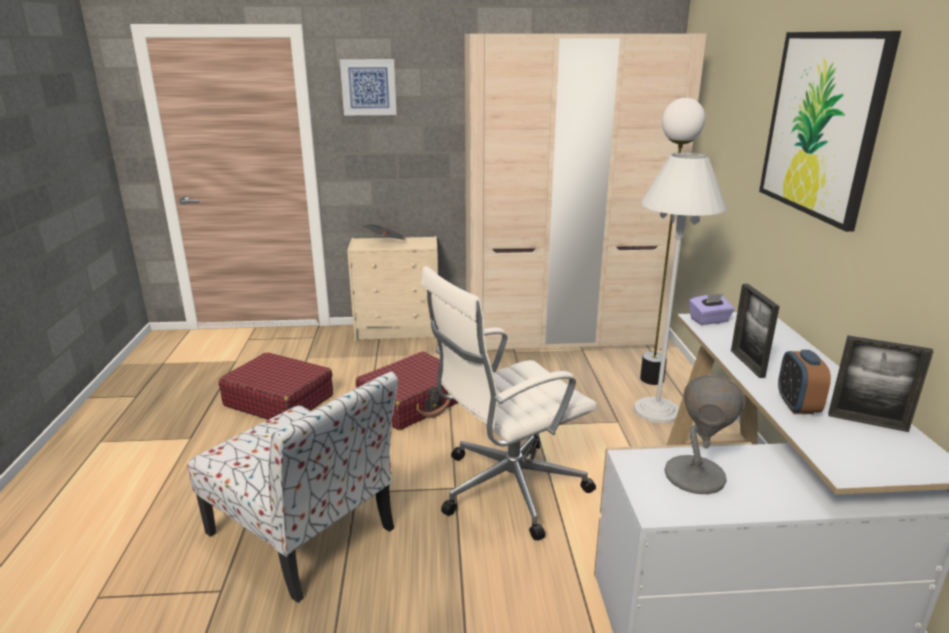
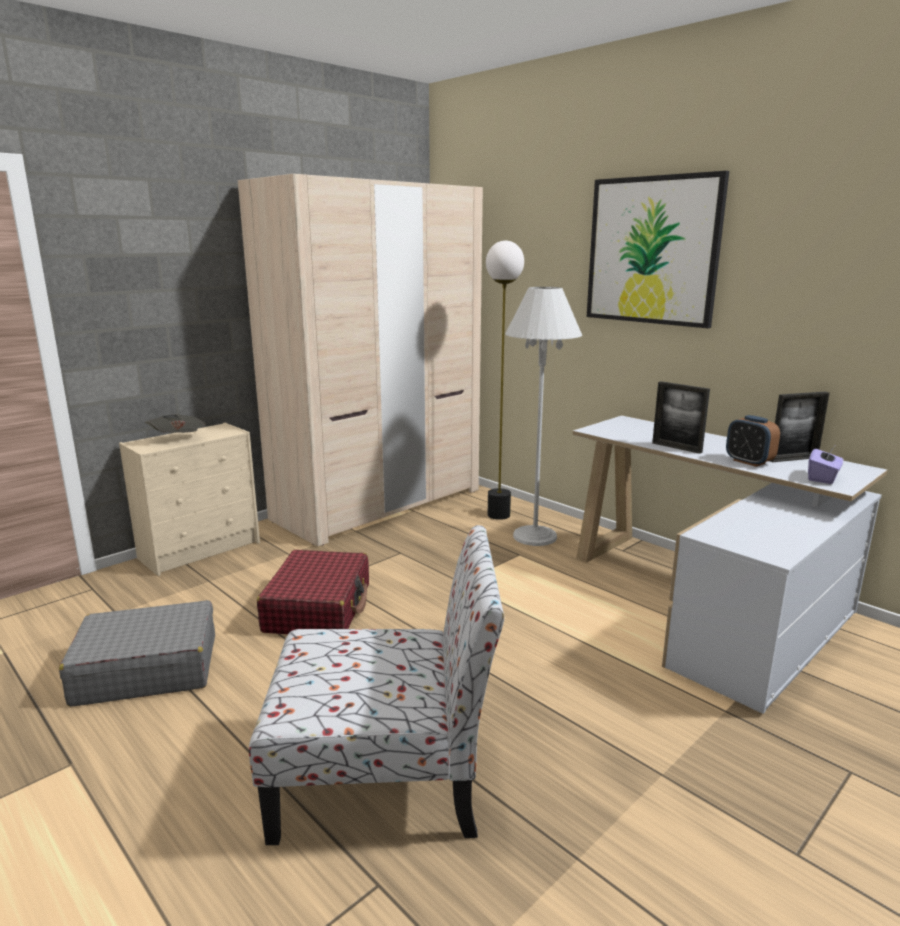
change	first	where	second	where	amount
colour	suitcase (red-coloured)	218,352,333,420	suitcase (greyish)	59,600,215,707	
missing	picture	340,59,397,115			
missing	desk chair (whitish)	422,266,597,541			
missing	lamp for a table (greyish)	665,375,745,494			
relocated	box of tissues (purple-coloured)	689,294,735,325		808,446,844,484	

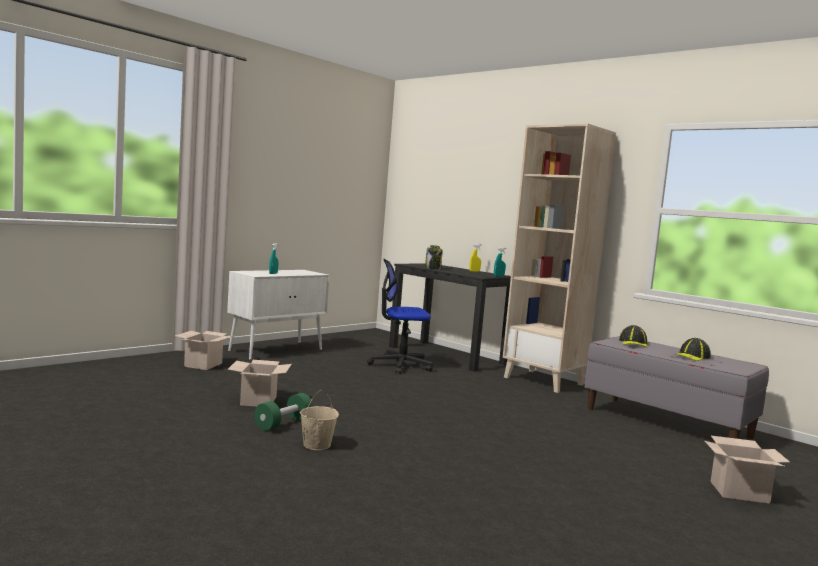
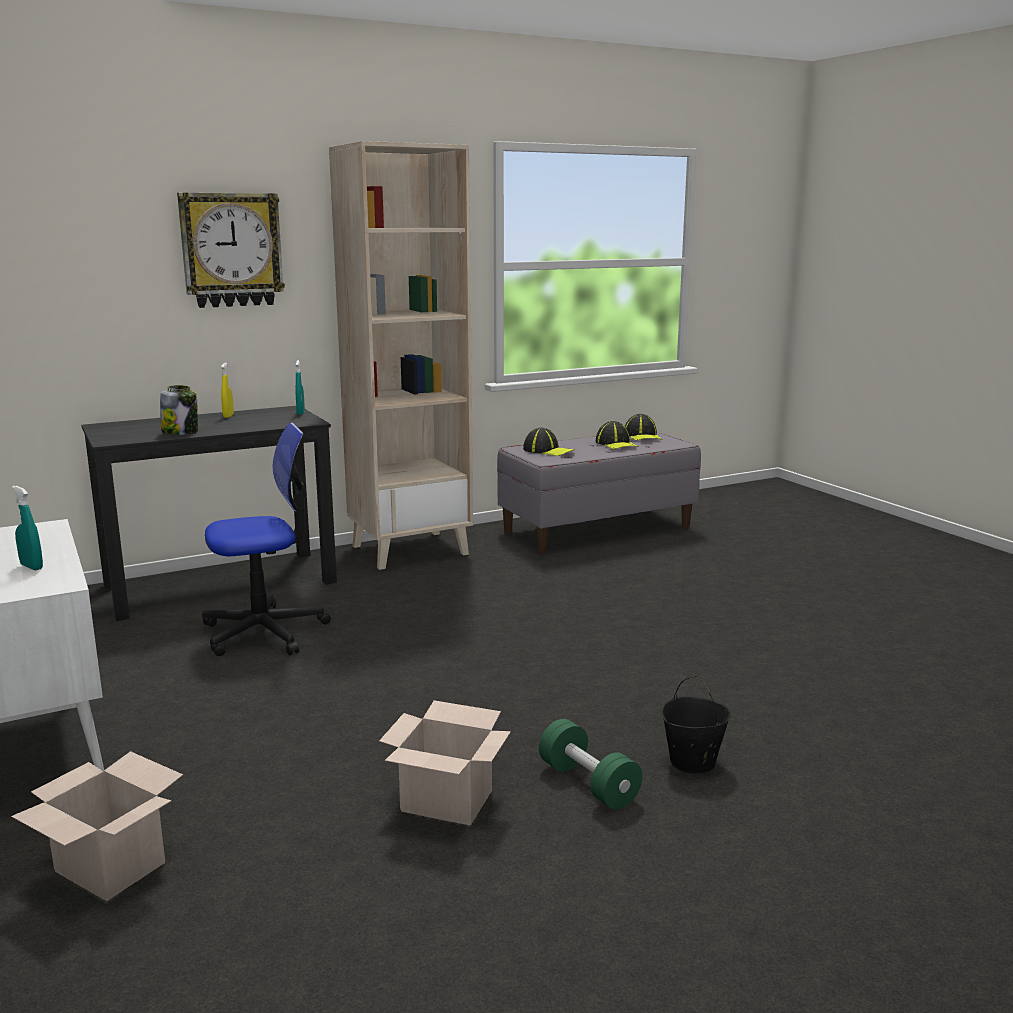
change	first	where	second	where	amount
colour	bucket (sand-coloured)	300,390,339,450	bucket (blackish)	662,676,731,774	
spun	desk chair	367,259,433,374		202,423,331,656	120 degrees counterclockwise
missing	cardboard box	705,436,790,504			
appeared			hanging clock	177,193,285,308	
appeared			peaked cap	625,414,663,441	

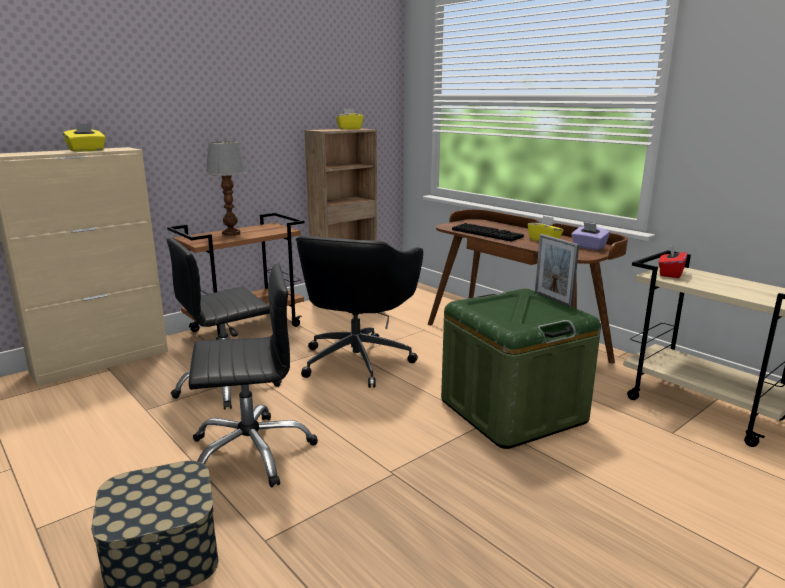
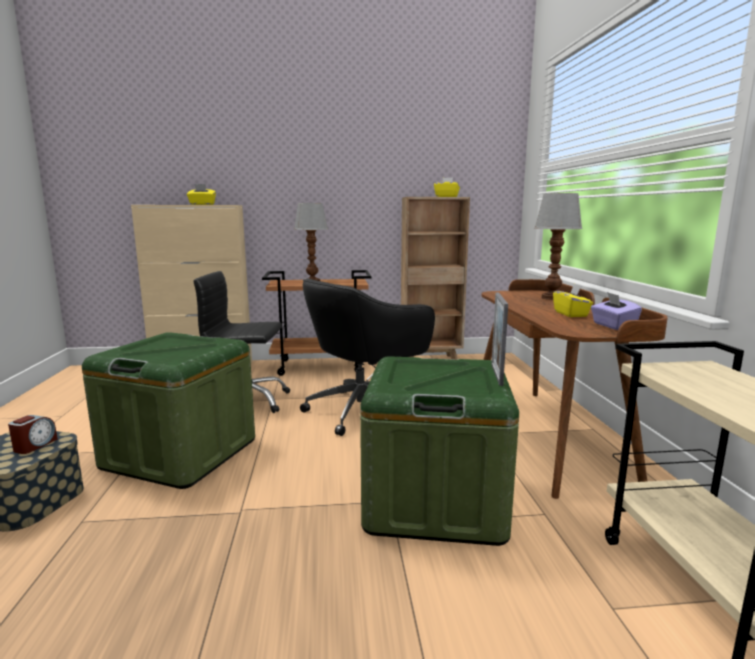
change	first	where	second	where	amount
exchanged	desk chair (blackish)	189,264,318,488	storage box (green-coloured)	82,332,255,489	
missing	PC keyboard	452,223,524,242			
missing	box of tissues (red-coloured)	659,244,688,278			
appeared			alarm clock	8,415,57,454	
appeared			lamp for a table	535,193,582,300	

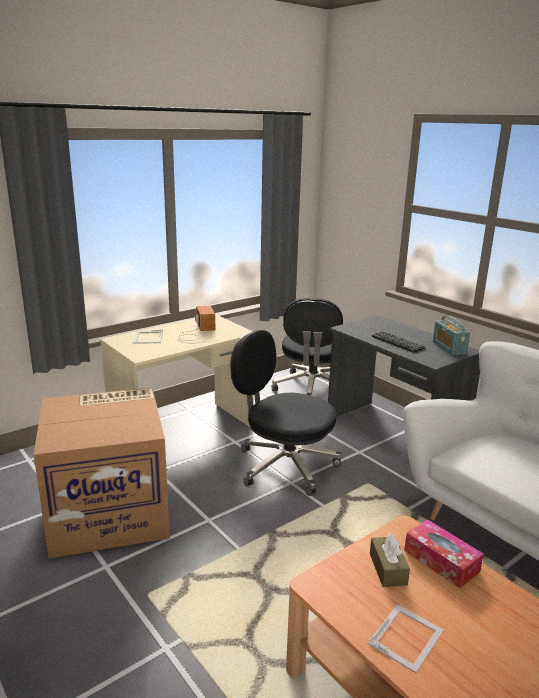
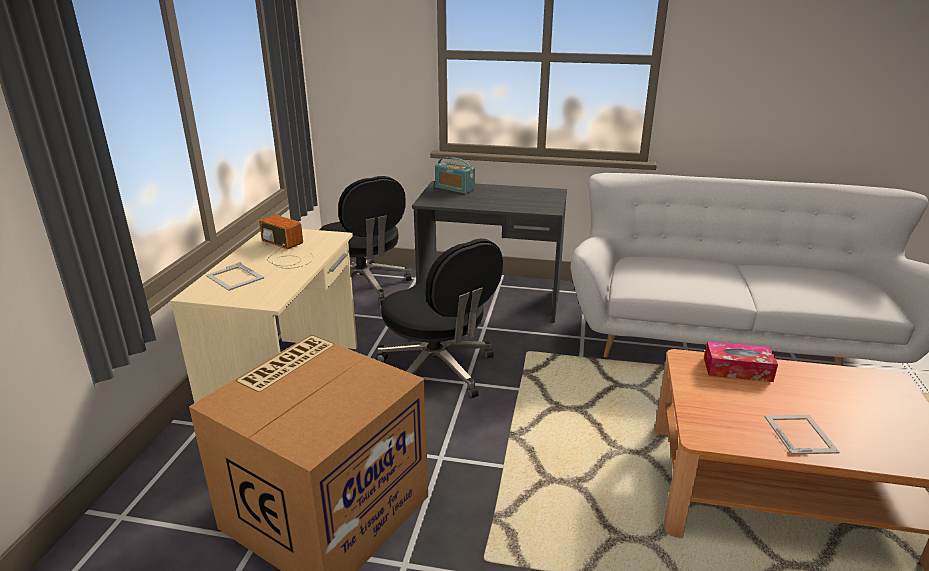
change	first	where	second	where	amount
spun	desk chair (blackish)	230,330,342,496		377,238,503,398	120 degrees counterclockwise
missing	box of tissues (brownish)	370,533,410,587			
missing	PC keyboard	372,331,425,353			
relocated	radio	433,316,470,355		435,157,475,194	

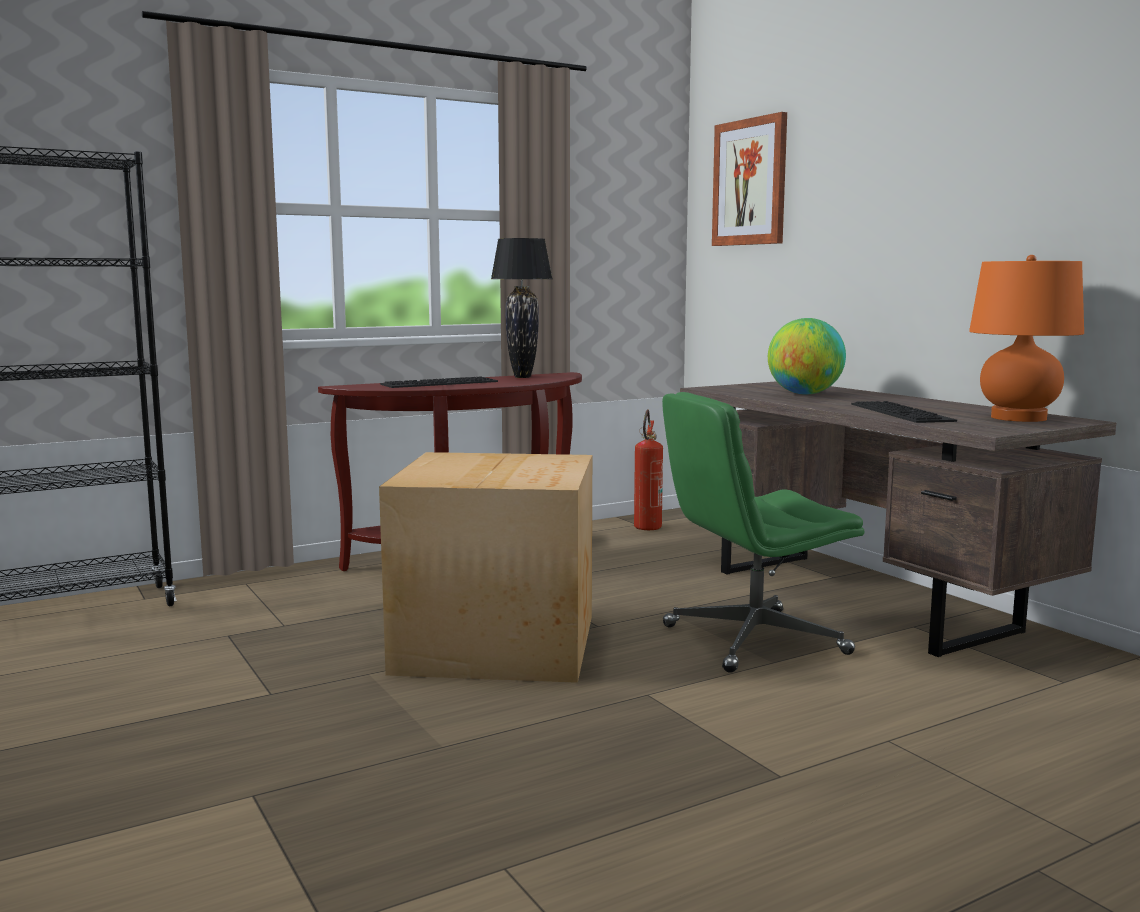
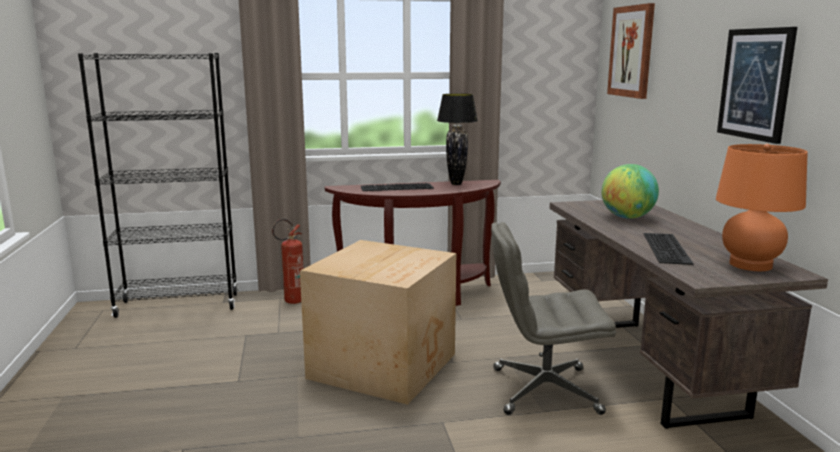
change	first	where	second	where	amount
relocated	fire extinguisher	634,409,663,530		272,219,303,304	
colour	desk chair (green-coloured)	662,392,864,673	desk chair (greyish)	491,222,616,415	
appeared			picture	717,27,797,144	

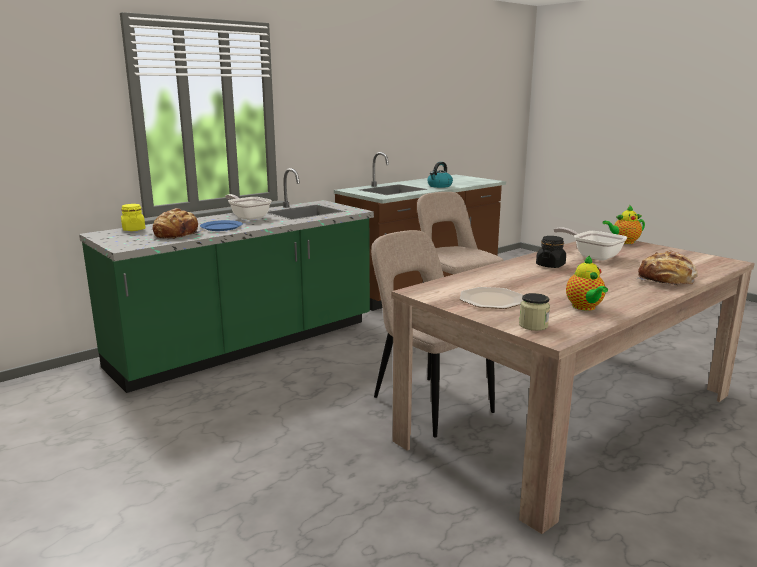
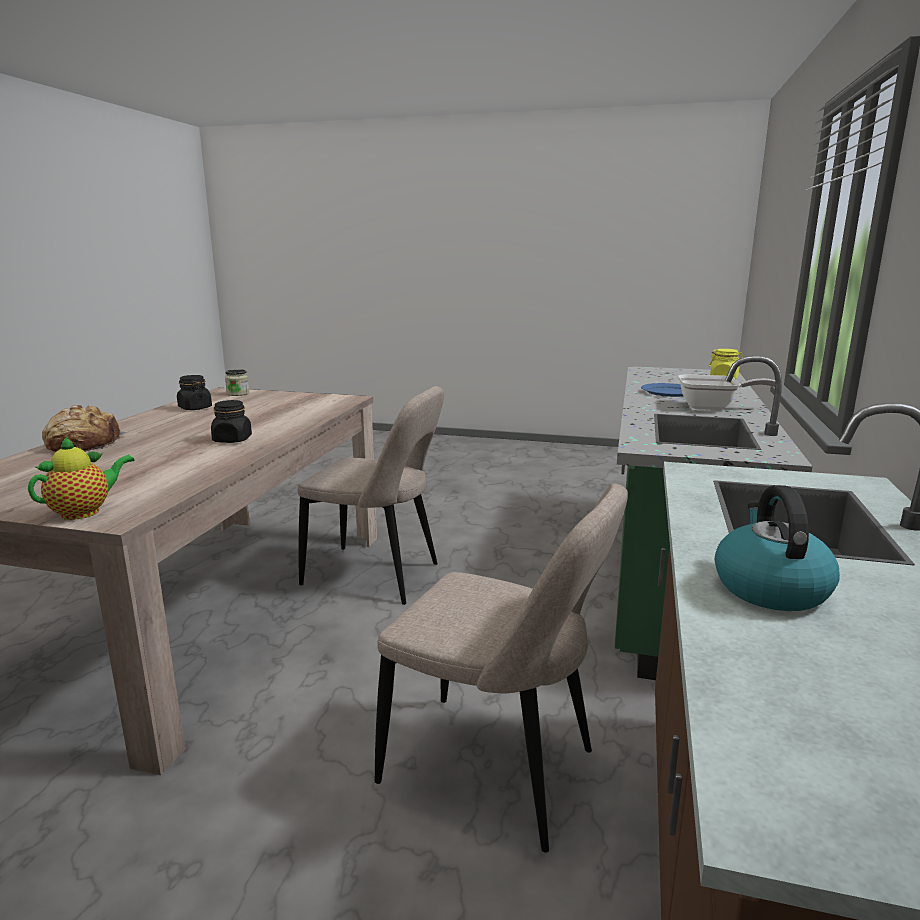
change	first	where	second	where	amount
missing	bread	153,208,204,239			
missing	dinner plate	460,287,523,309			
missing	frying pan	553,227,627,261			
exchanged	teapot	566,255,608,311	preserve jar (blackish)	177,375,212,410	

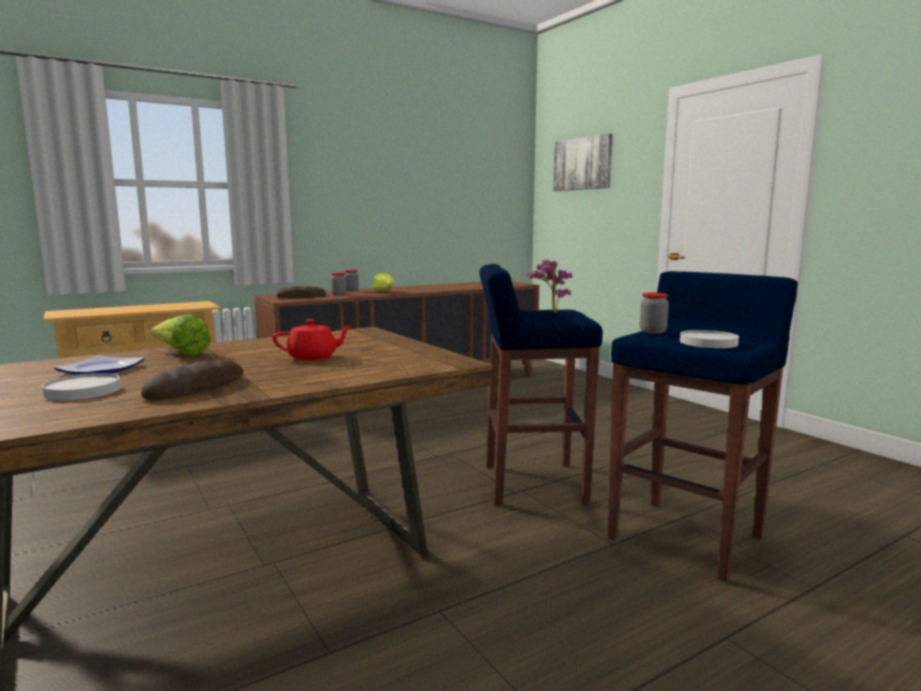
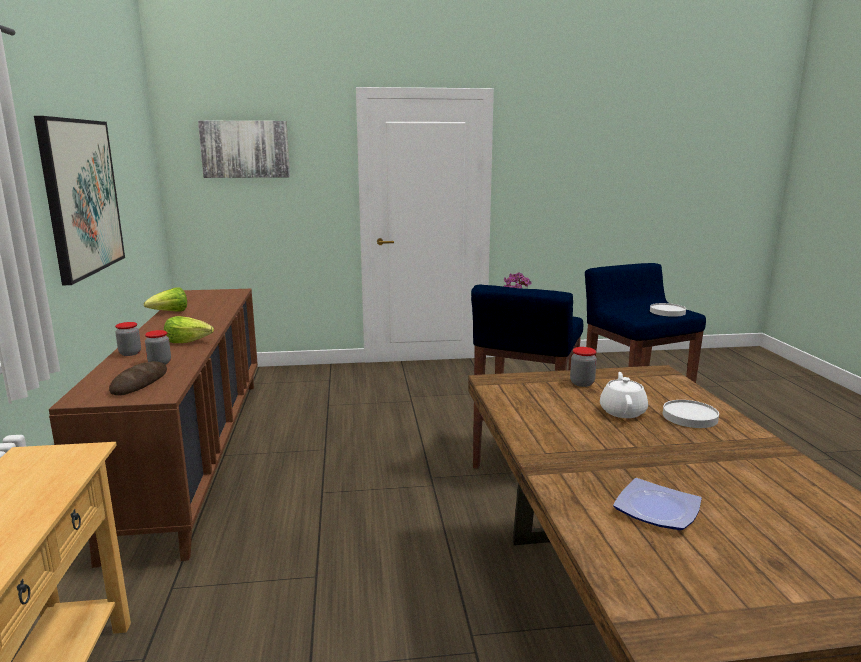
change	first	where	second	where	amount
relocated	dinner plate (whitish)	42,373,121,401		663,400,719,428	
missing	bread	141,360,243,400			
relocated	lettuce head	150,314,211,355		144,287,187,312	
colour	teapot (red-coloured)	273,319,352,360	teapot (whitish)	600,372,648,418	
relocated	preserve jar	640,292,669,334		570,347,597,387	
appeared			picture	34,116,125,285	

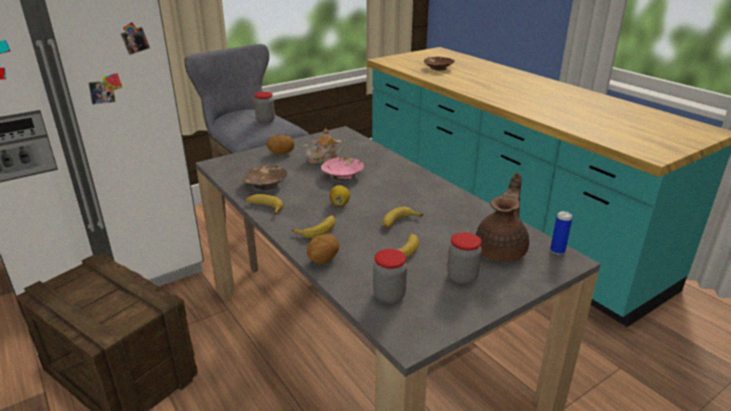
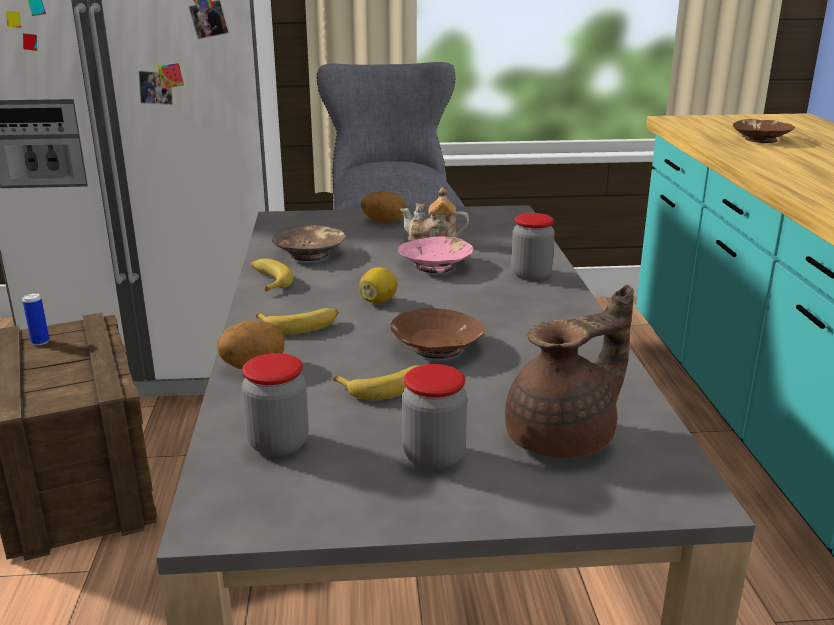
change	first	where	second	where	amount
relocated	preserve jar	254,92,275,123		511,213,555,280	
exchanged	banana	382,207,423,228	serving bowl (brownish)	390,308,485,359	
relocated	can	550,211,572,255		22,293,49,345	

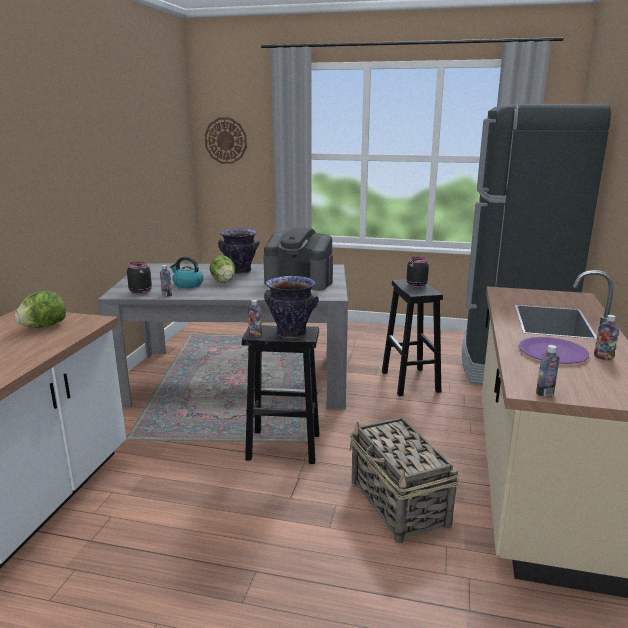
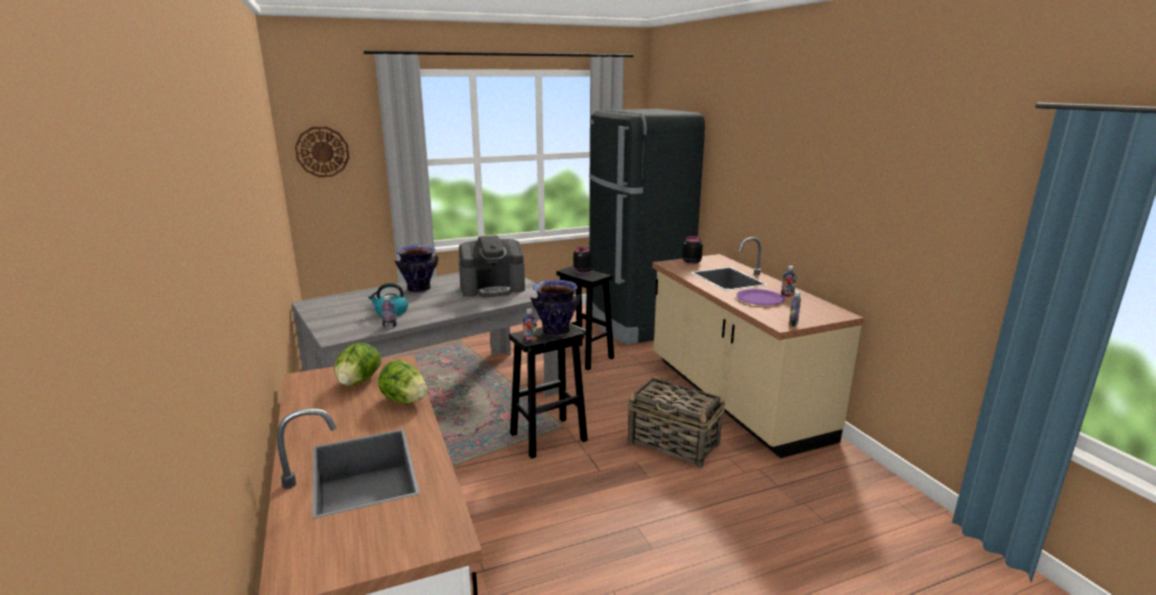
change	first	where	second	where	amount
relocated	preserve jar (blackish)	127,261,152,295		682,236,703,265	
relocated	lettuce head	210,255,235,283		378,360,428,404	

